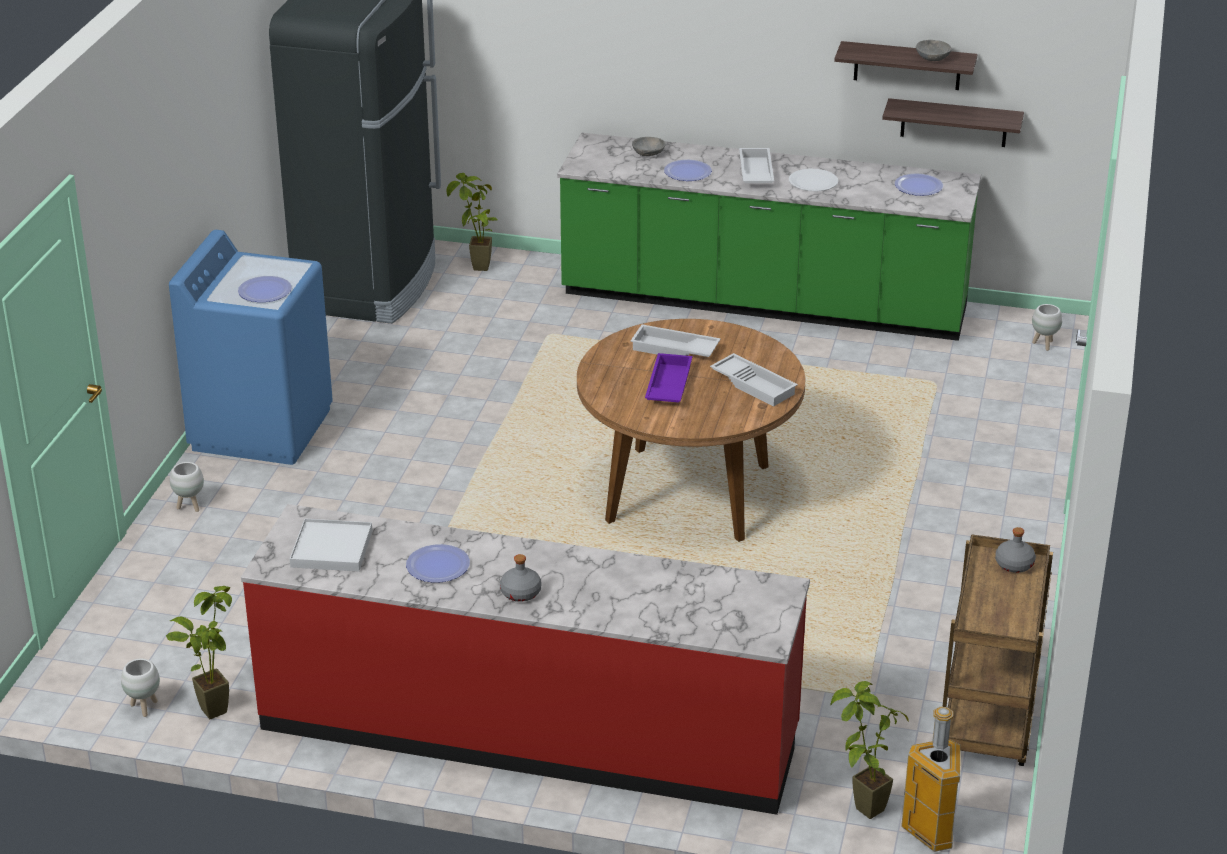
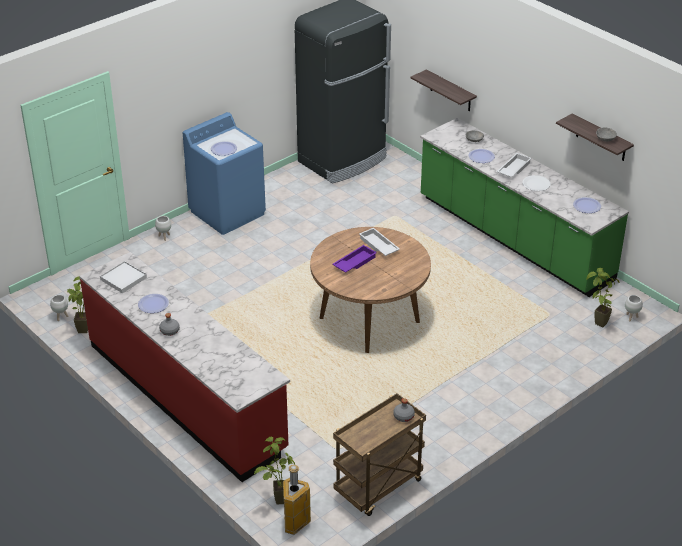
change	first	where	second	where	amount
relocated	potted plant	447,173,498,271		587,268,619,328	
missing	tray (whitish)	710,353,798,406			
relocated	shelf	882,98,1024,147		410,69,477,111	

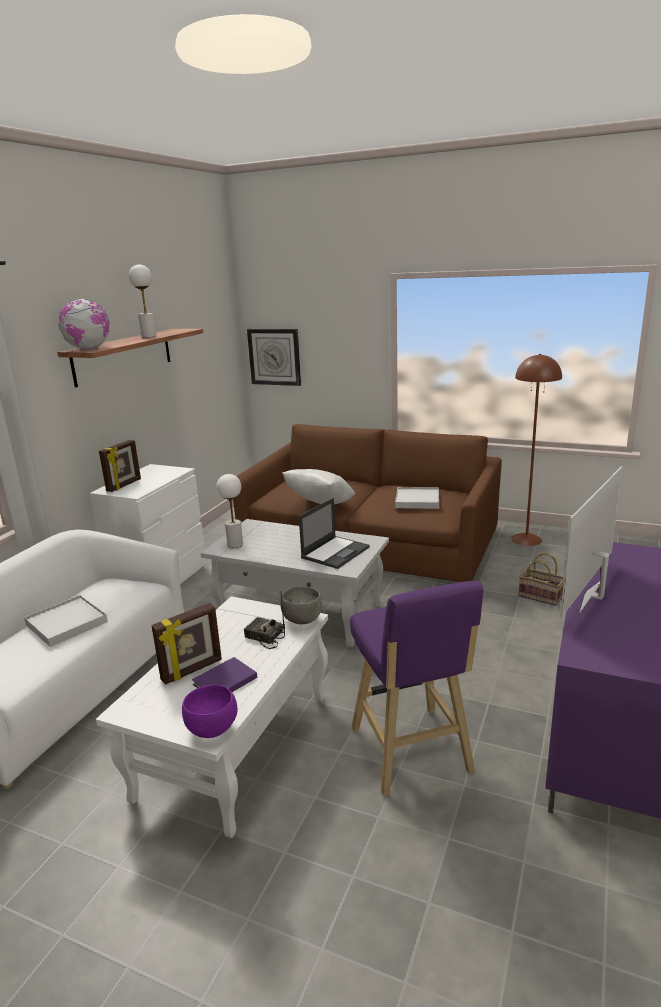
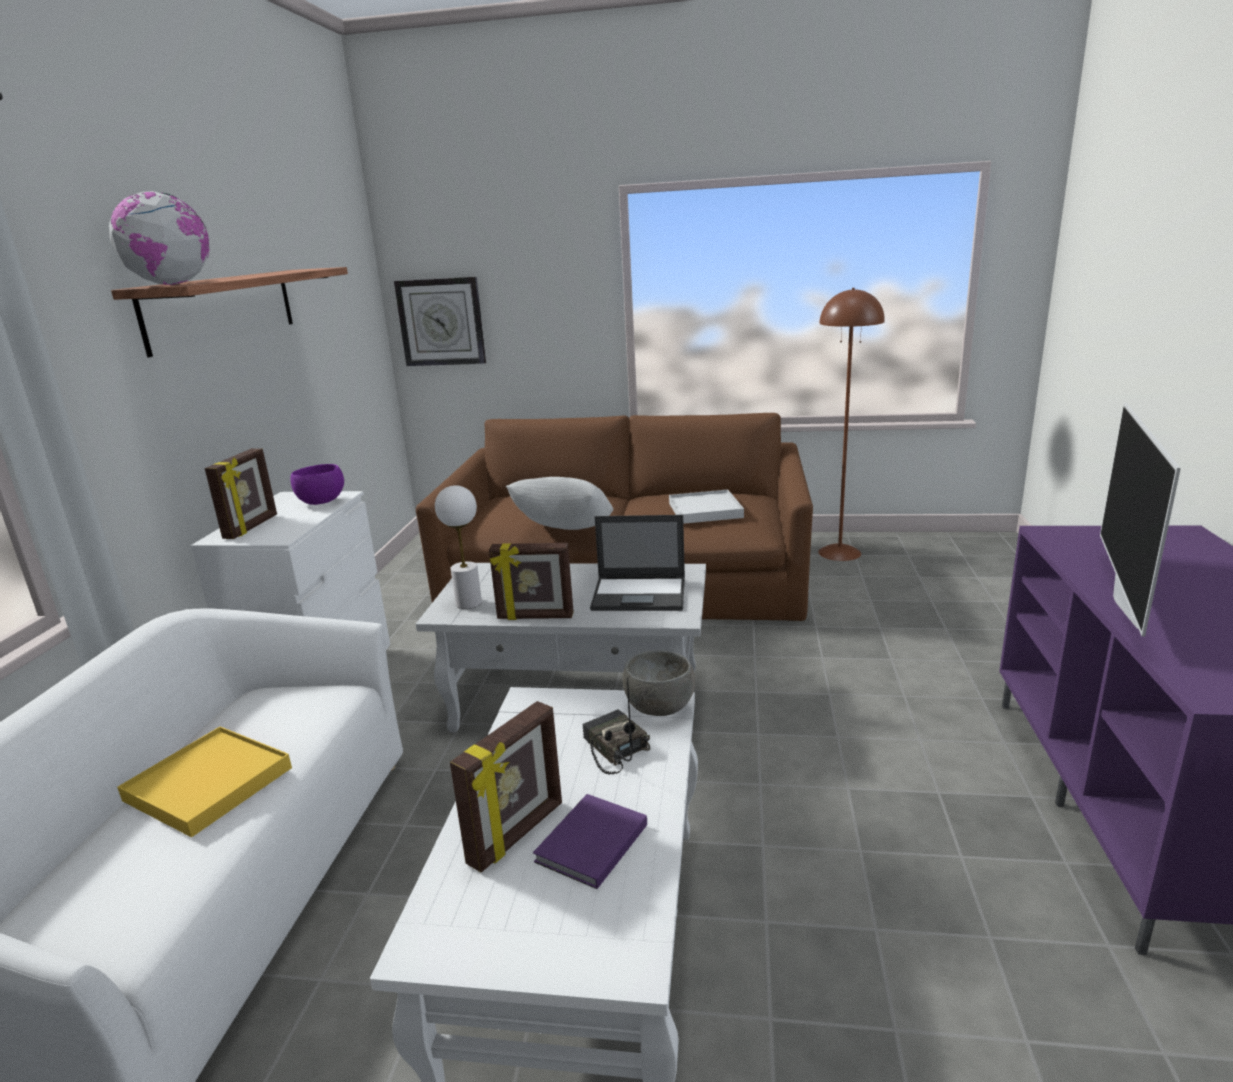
change	first	where	second	where	amount
colour	tray (whitish)	24,595,108,647	tray (yellow)	117,727,292,837	
missing	lamp for a table (whitish)	129,264,156,337			
relocated	serving bowl (purple-coloured)	182,685,238,738		290,464,344,505	
spun	radio	244,595,285,649		582,678,650,775	45 degrees clockwise
spun	notebook computer	299,498,370,569		590,515,685,611	75 degrees clockwise
missing	stool (purple-coloured)	350,581,483,796			
missing	household basket	519,553,564,606			
appeared			photo frame	489,543,574,620	

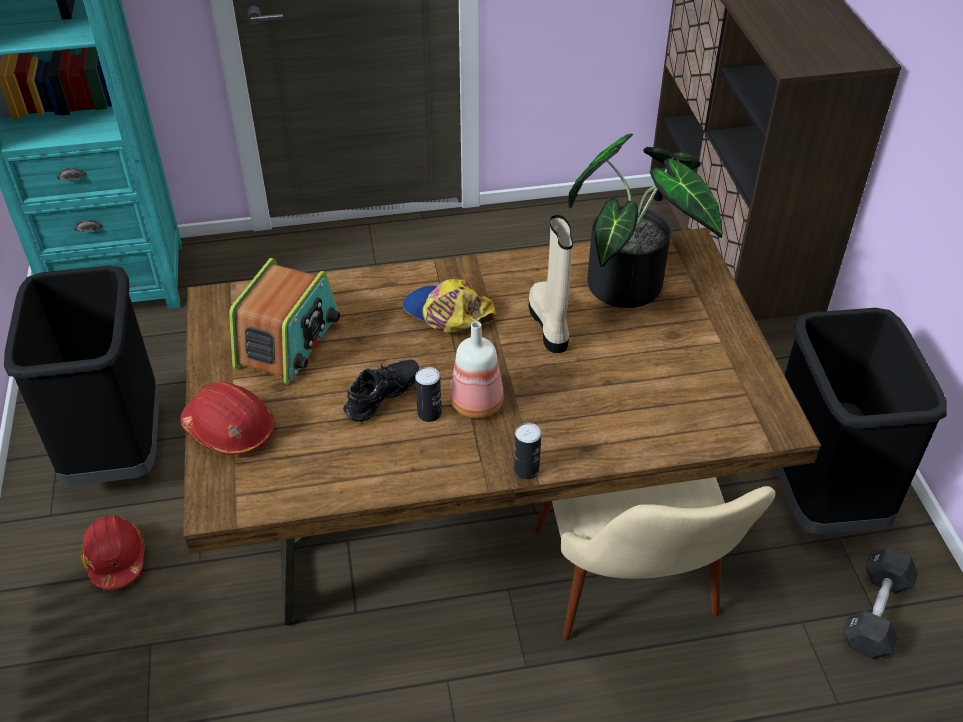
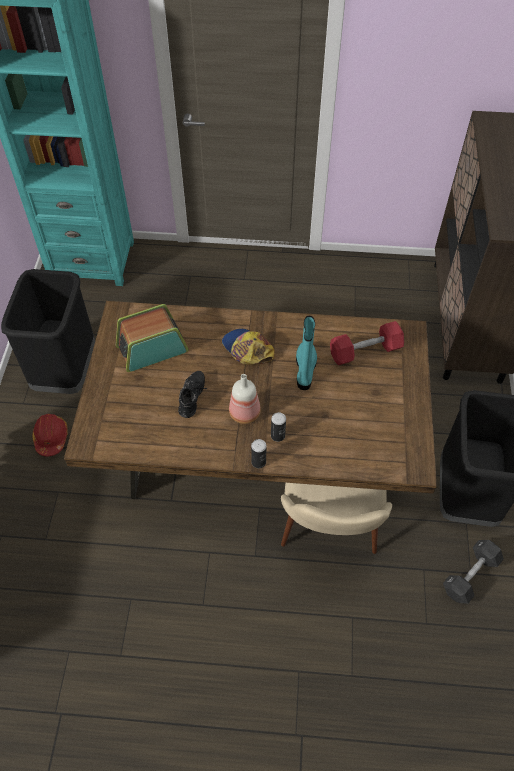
change	first	where	second	where	amount
missing	safety helmet (red-coloured)	181,381,275,455			
spun	radio	229,258,340,384		116,304,189,372	150 degrees counterclockwise
spun	low shoe (blackish)	343,359,419,422		178,371,207,418	45 degrees counterclockwise
relocated	can	415,367,442,422		271,412,286,442	
colour	high-top boot (sand-coloured)	529,215,573,353	high-top boot (turquoise)	296,316,317,390	
exchanged	potted plant	568,134,723,308	hand weight (red-coloured)	330,321,404,365	

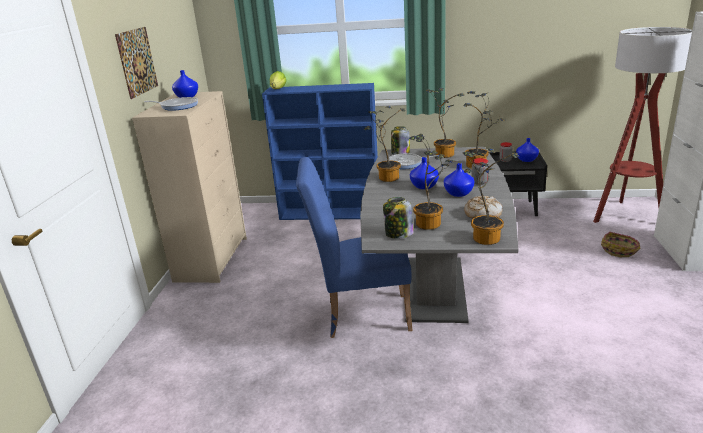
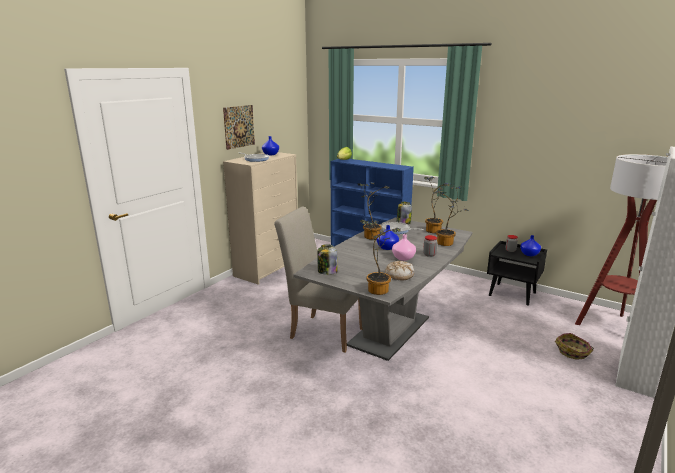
change	first	where	second	where	amount
colour	plain chair (blue-coloured)	296,157,412,338	plain chair (sand-coloured)	274,207,362,353	
missing	potted plant	409,134,456,230			
colour	decorative vase (blue-coloured)	444,163,474,197	decorative vase (pink)	392,234,416,261	

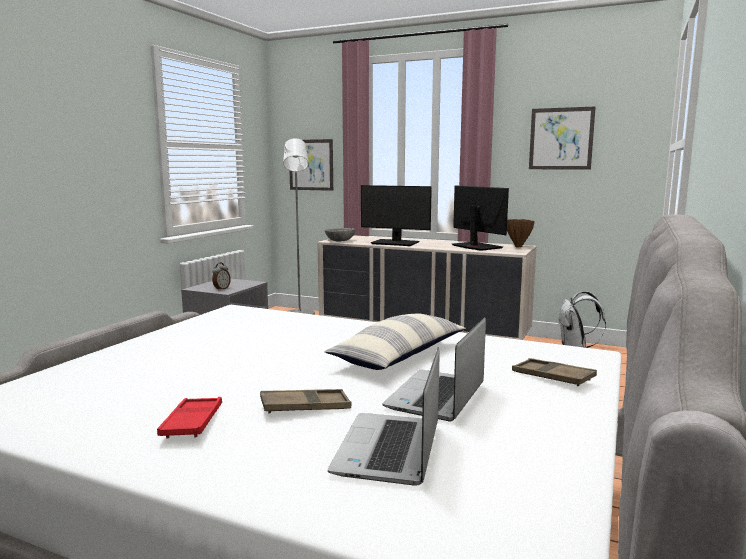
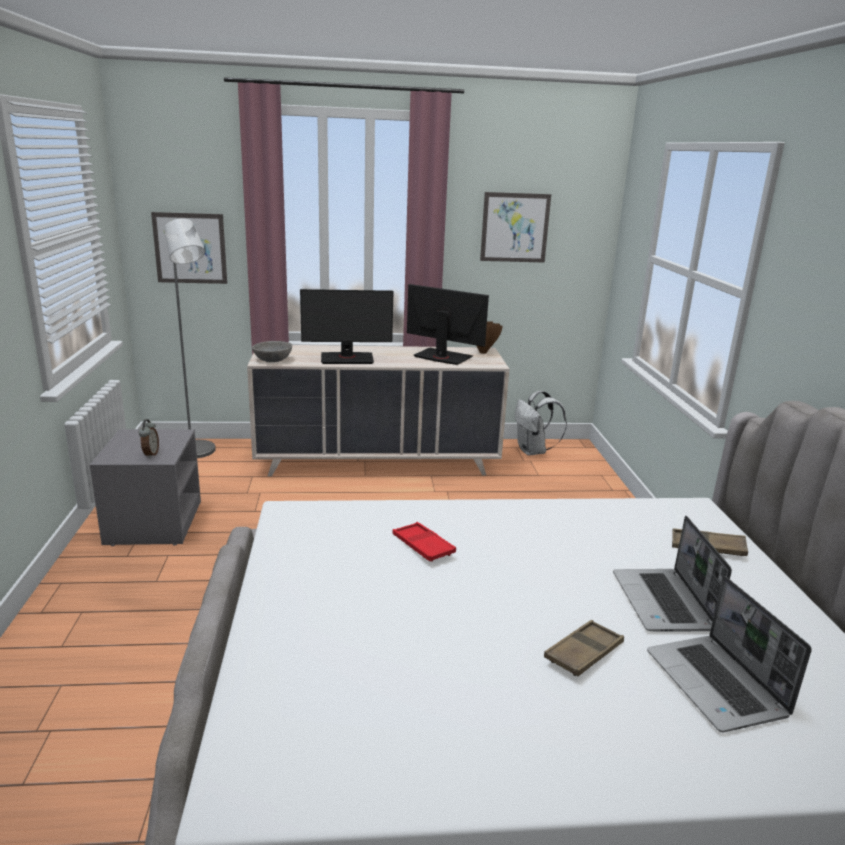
change	first	where	second	where	amount
relocated	tray (red-coloured)	157,397,222,439		392,522,456,562	
missing	throw pillow	324,313,466,370			

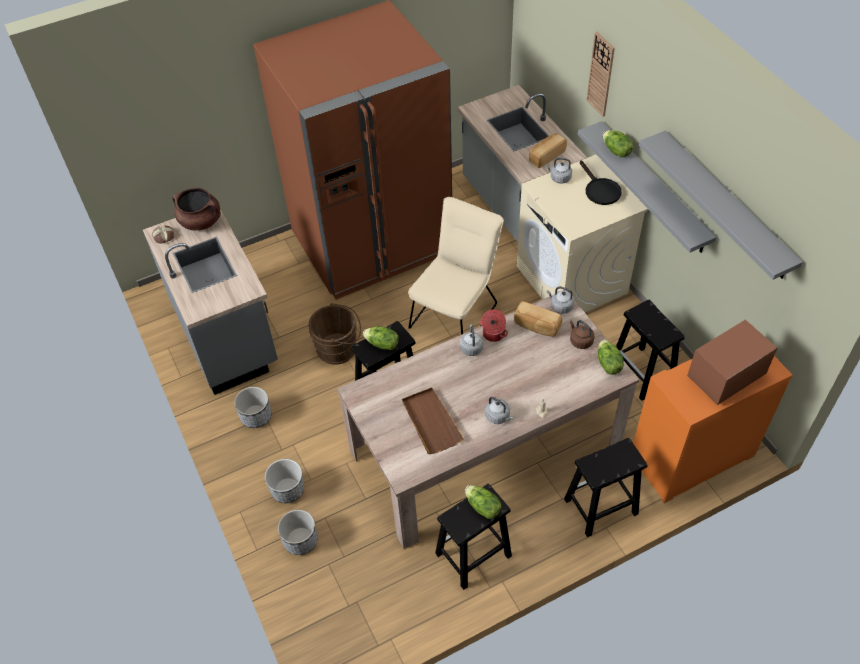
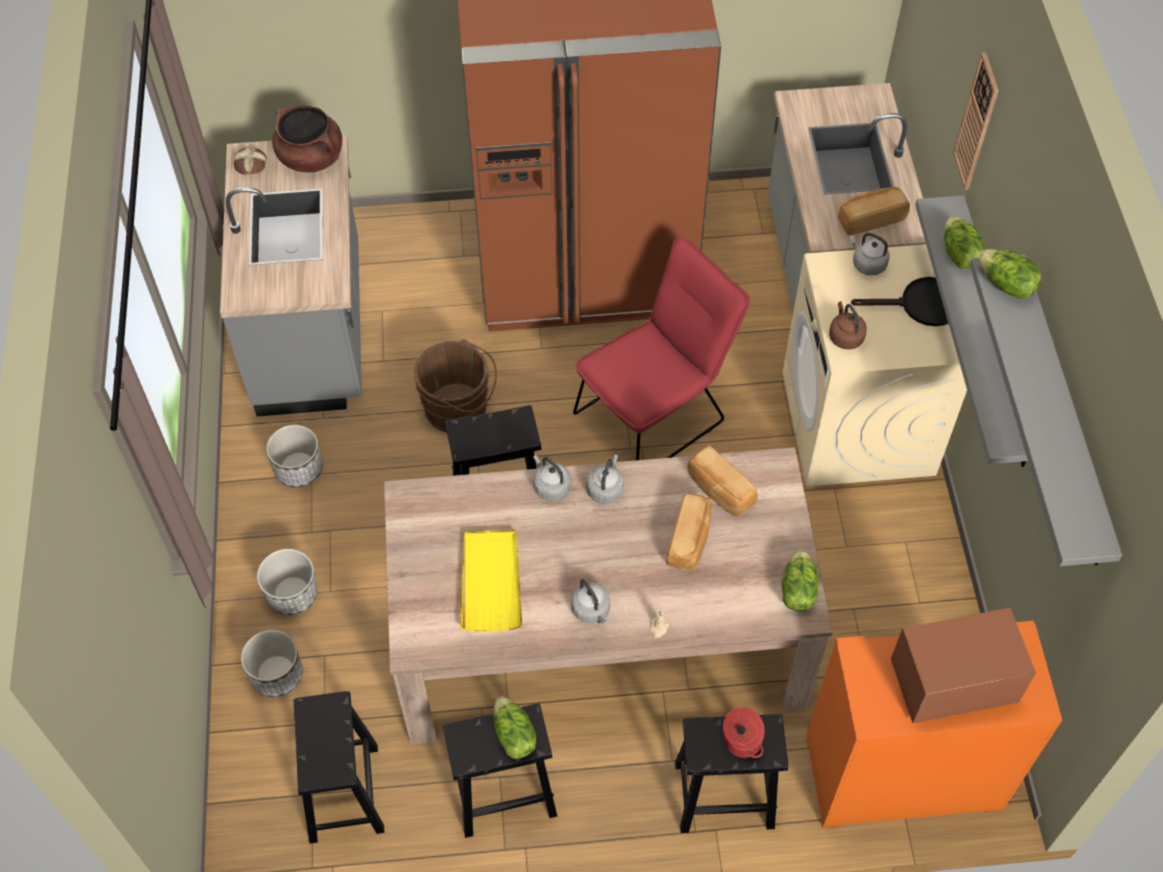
change	first	where	second	where	amount
relocated	lettuce head	363,326,399,350		978,249,1042,299	
colour	tray (brownish)	402,387,464,454	tray (yellow)	460,530,522,632	
colour	plain chair (sand-coloured)	408,197,504,335	plain chair (red-coloured)	573,237,750,460	
relocated	saucepot	480,309,508,342		723,707,765,758	
relocated	water kettle (greyish)	547,286,574,314		533,454,571,501	
relocated	water kettle (brownish)	570,320,594,349		829,301,867,349	
spun	frying pan (blackish)	580,161,622,205		851,277,948,326	90 degrees counterclockwise
relocated	stool (blackish)	616,300,685,401		294,691,385,844	
appeared			bread	666,493,711,571	

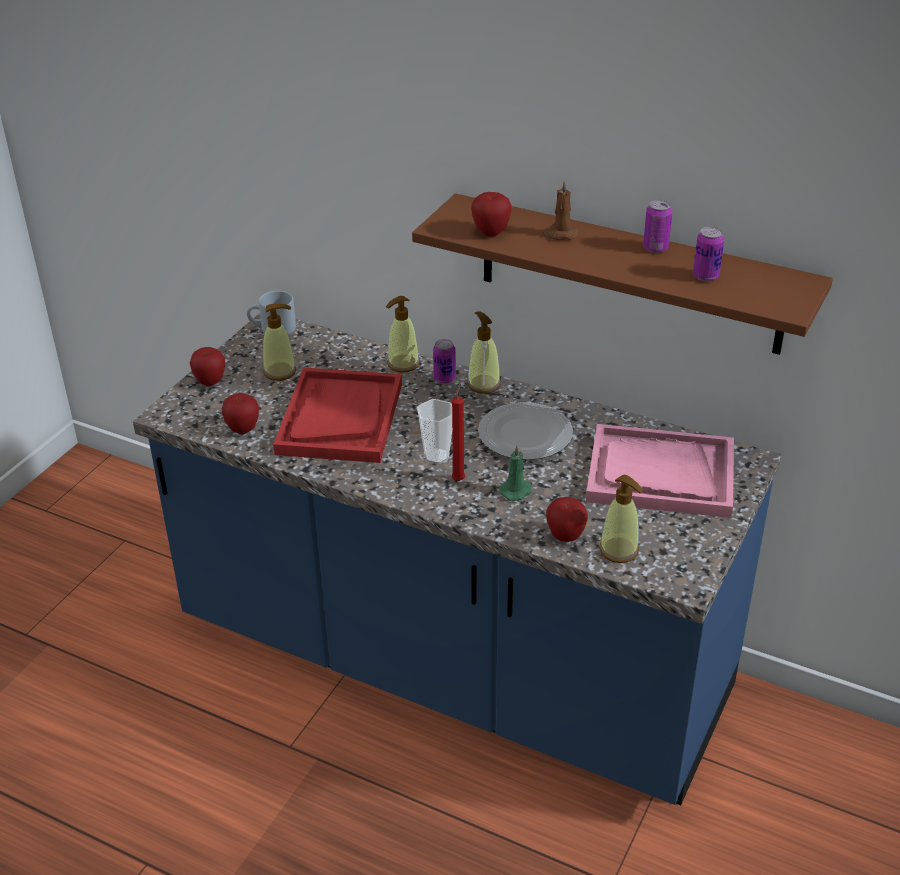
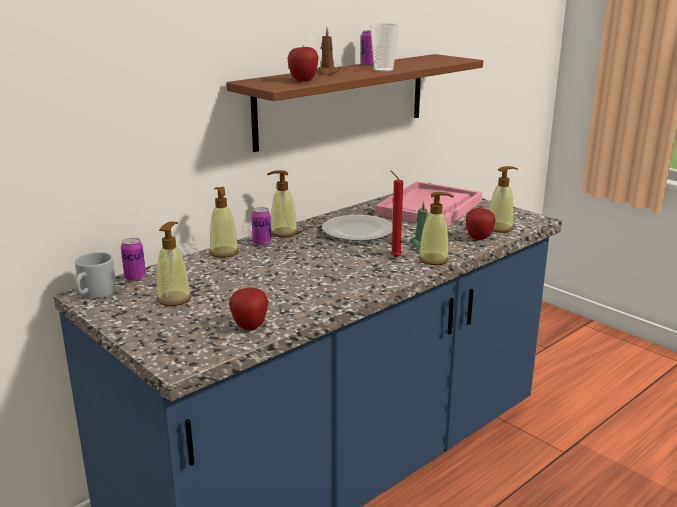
change	first	where	second	where	amount
missing	apple fruit	190,347,225,386			
missing	tray (red-coloured)	273,368,402,463			
relocated	drinking cup	417,399,452,464		370,23,399,72	
relocated	can	693,227,724,281		121,238,146,281	
appeared			soap bottle	419,192,454,265	

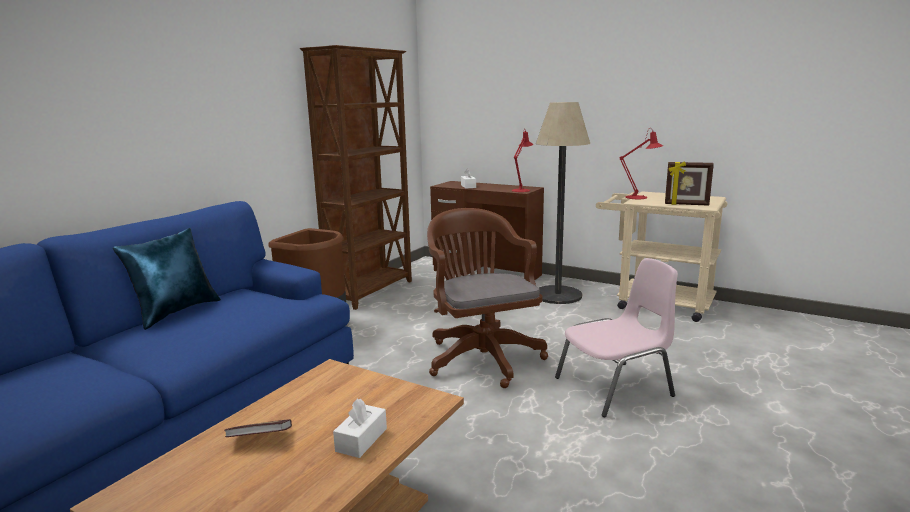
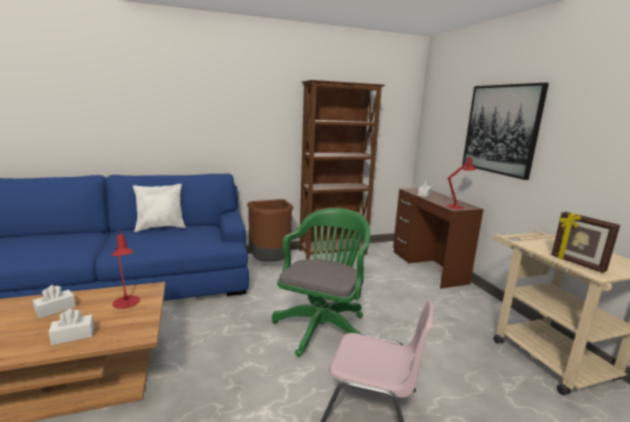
change	first	where	second	where	amount
colour	throw pillow (blue-coloured)	113,228,221,330	throw pillow (whitish)	133,184,186,232	
exchanged	book	225,419,292,437	box of tissues (whitish)	33,285,76,319	
colour	desk chair (brownish)	427,208,548,388	desk chair (green-coloured)	272,208,370,357	
missing	standard lamp	536,102,590,304			
relocated	lamp for a table (red-coloured)	620,128,663,199		112,229,140,309	
appeared			picture	462,83,549,180	

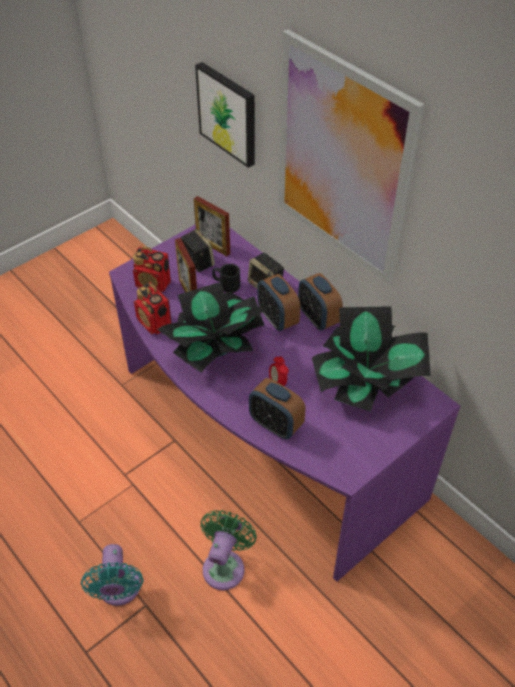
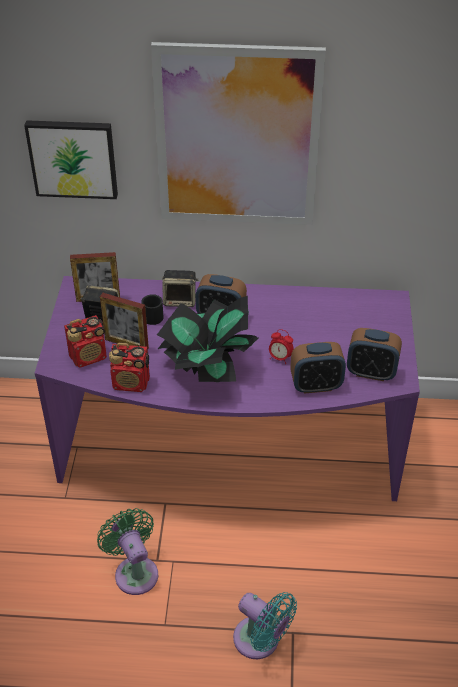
change	first	where	second	where	amount
relocated	cooling fan (green-coloured)	200,510,257,590		97,508,158,595	
relocated	alarm clock	298,273,343,330		347,328,402,381	
missing	potted plant	312,306,431,412			

